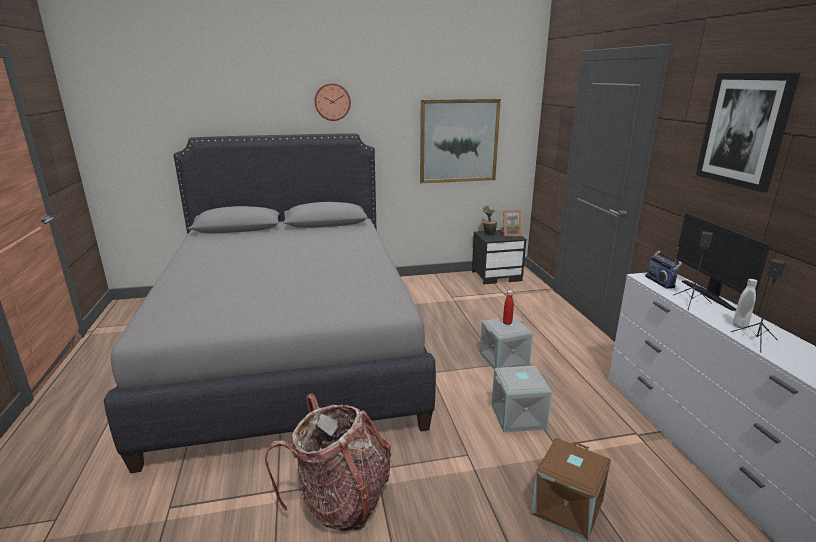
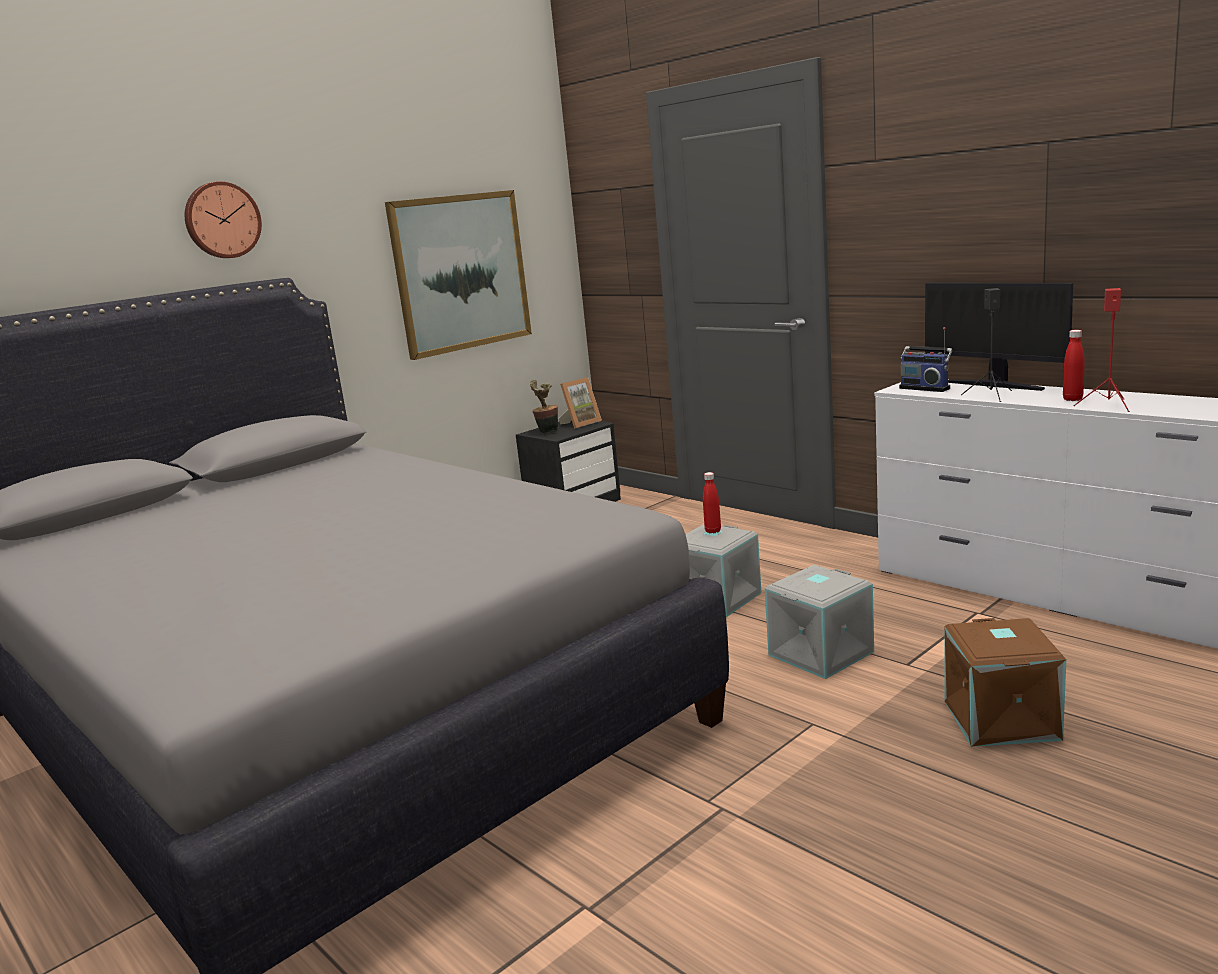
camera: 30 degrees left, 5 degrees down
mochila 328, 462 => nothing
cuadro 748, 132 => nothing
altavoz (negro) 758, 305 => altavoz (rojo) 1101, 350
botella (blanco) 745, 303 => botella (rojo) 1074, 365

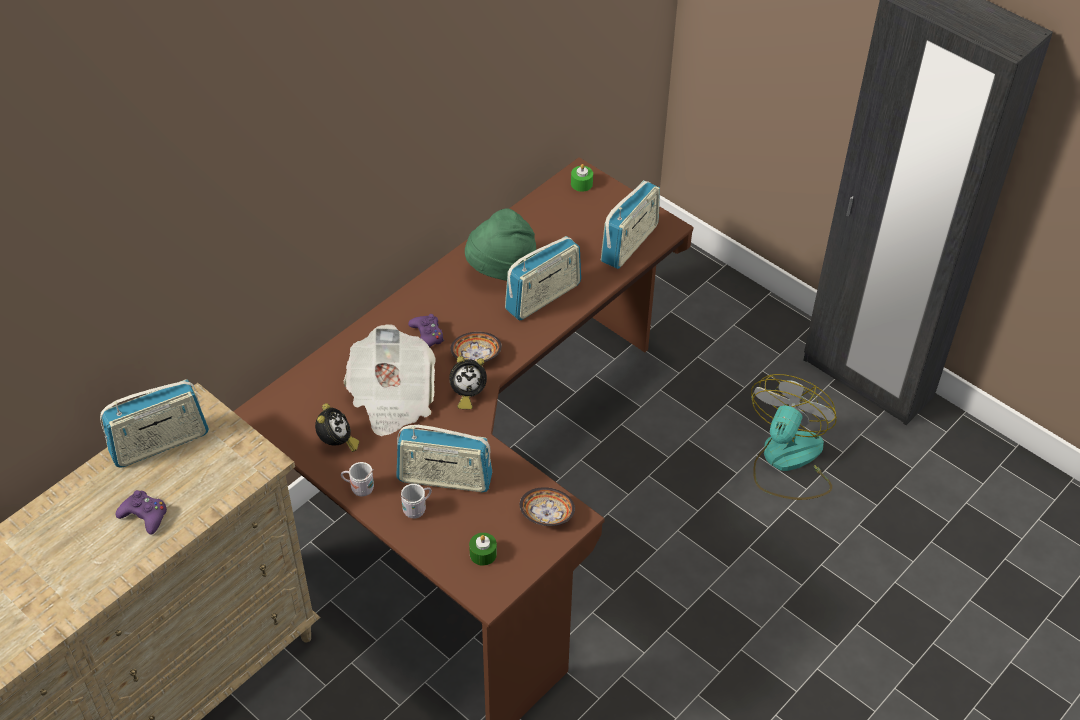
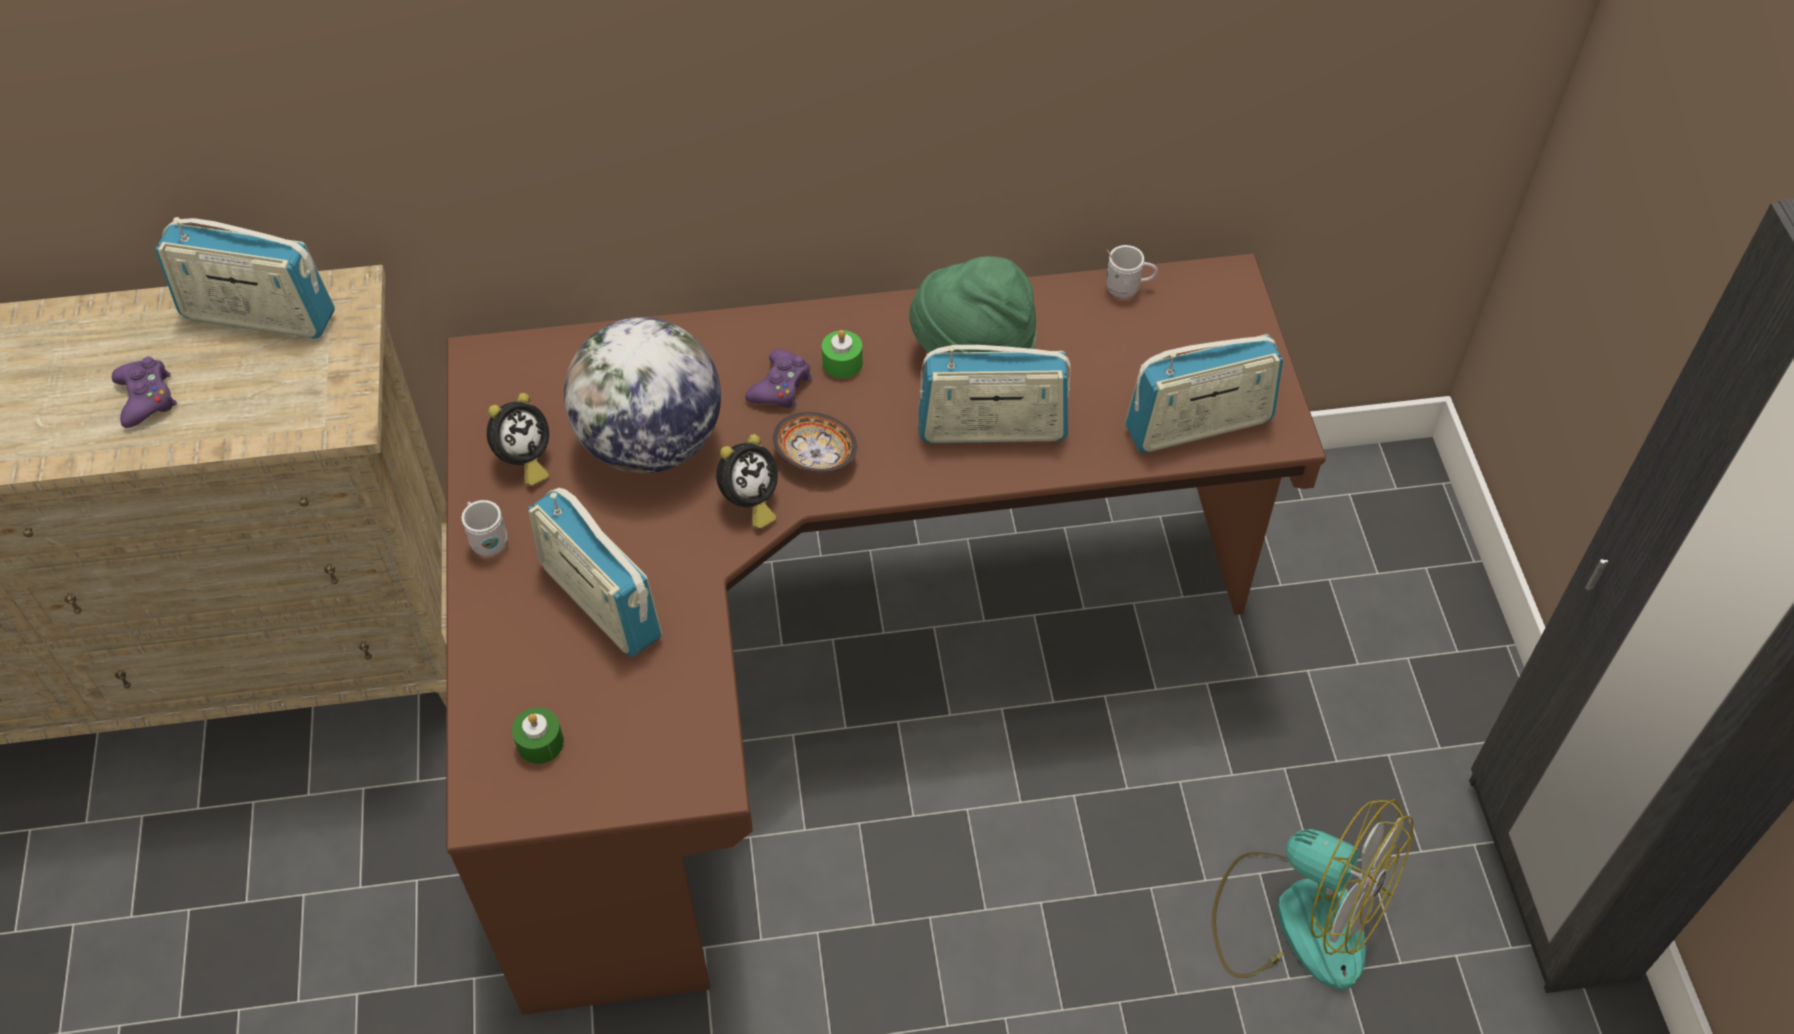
camera: 40 degrees right, 5 degrees up
periódico 389, 380 => globo terráqueo 642, 395
taza grande (blanco) 416, 501 => taza grande (blanco) 1132, 271, move
despertador 468, 382 => despertador 747, 481, 75 degrees counterclockwise
cuenco 547, 506 => nothing
vela (verde) 582, 178 => vela (verde) 842, 354, move
ventilador 794, 437 => ventilador 1313, 894, 60 degrees clockwise

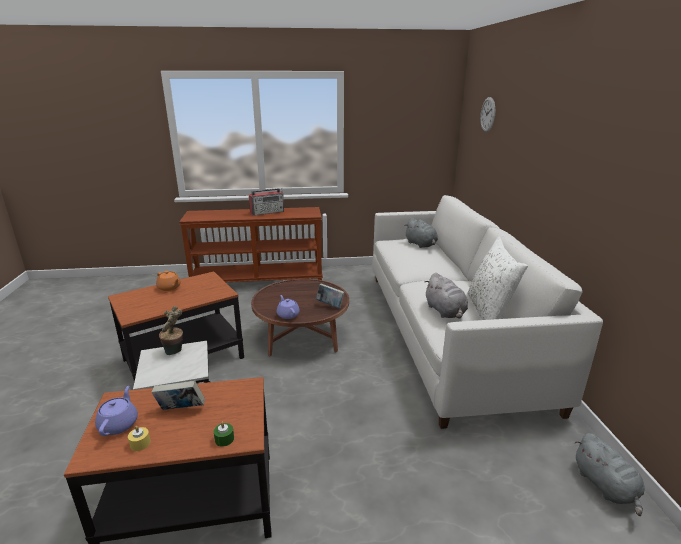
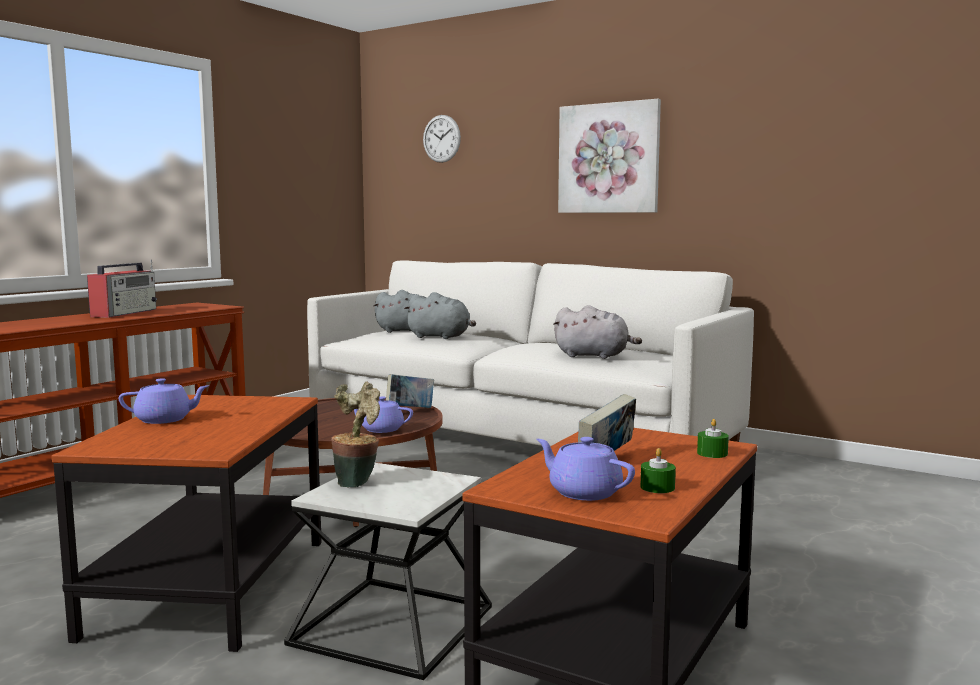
camera: 50 degrees left, 15 degrees down
vela (amarillo) 139, 438 => vela (verde) 658, 470
tetera (naranja) 168, 281 => tetera (morado) 164, 401
cojín (blanco) 497, 278 => nothing
peluche (gris) 610, 474 => peluche (gris) 440, 315, move
nothing => cuadro 609, 156

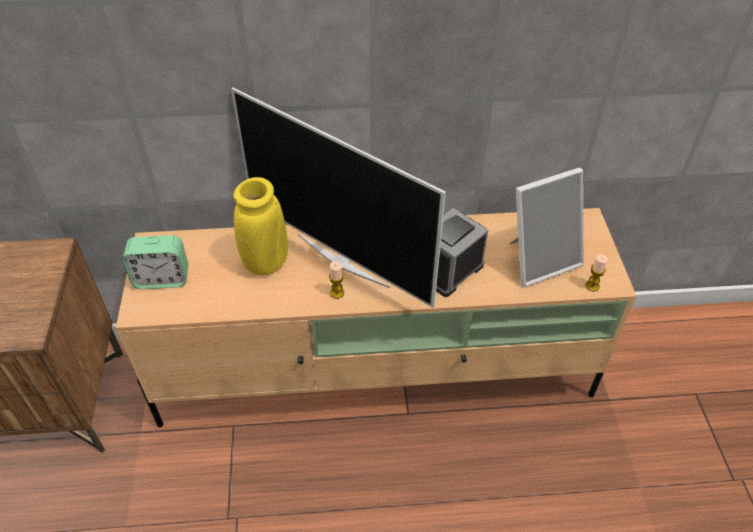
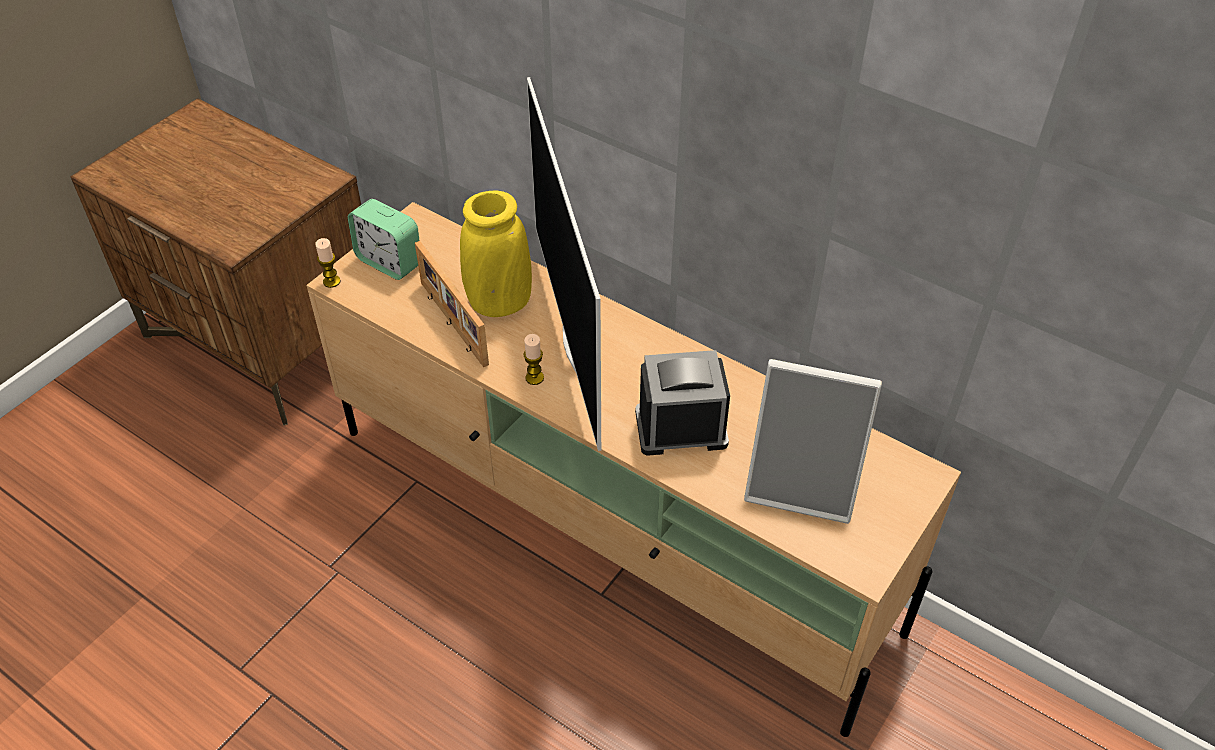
camera: 40 degrees right, 0 degrees up
vela 596, 272 => vela 328, 263, move
nothing => portarretratos 452, 304

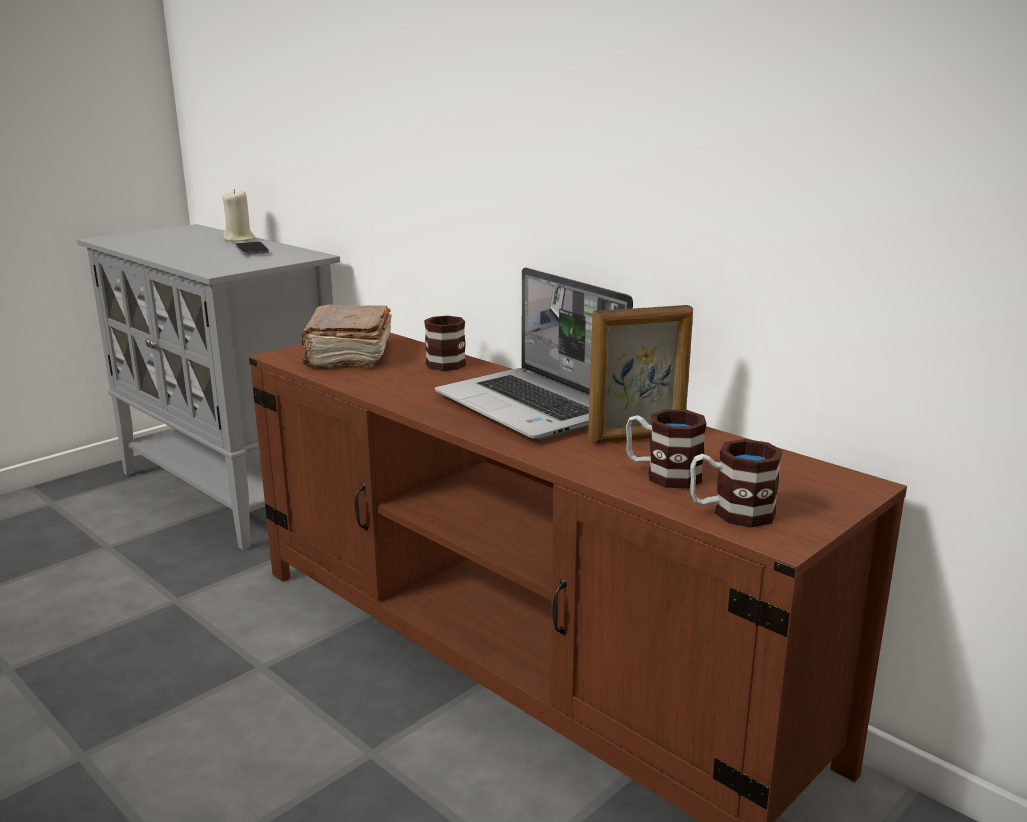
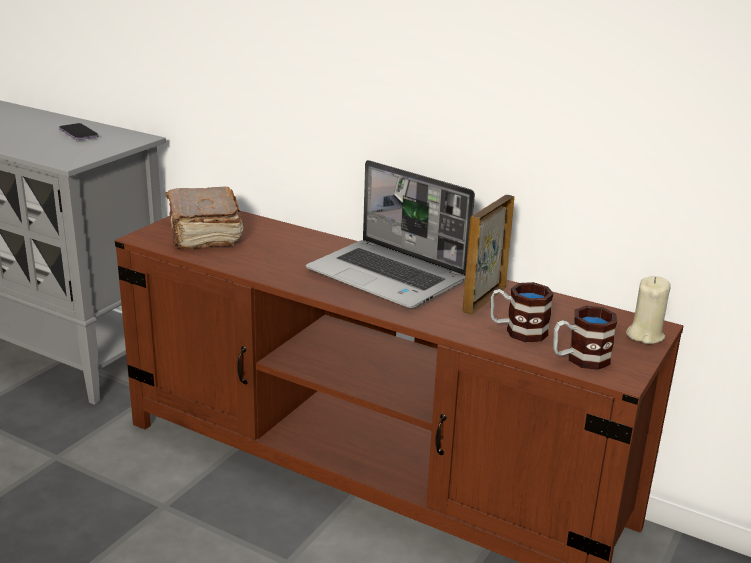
camera: 15 degrees left, 5 degrees up
vela (beis) 238, 215 => vela (beis) 648, 310, move
taza grande 445, 343 => nothing
portarretratos 640, 374 => portarretratos 488, 255, 150 degrees clockwise

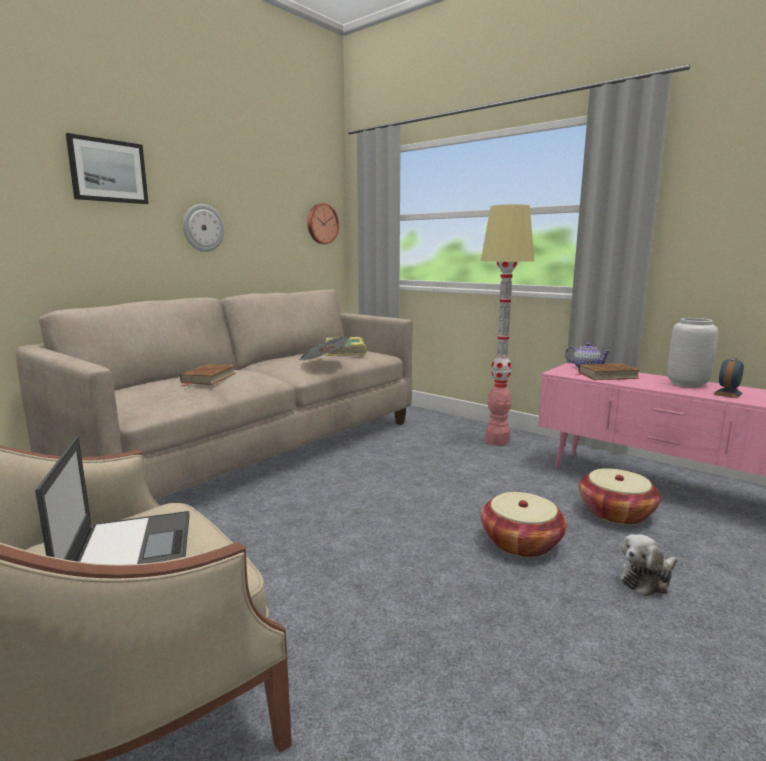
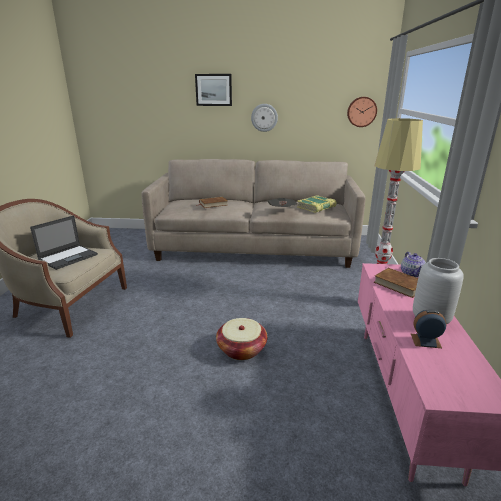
camera: 55 degrees right, 10 degrees up
cesta 619, 496 => nothing
peluche 648, 565 => nothing

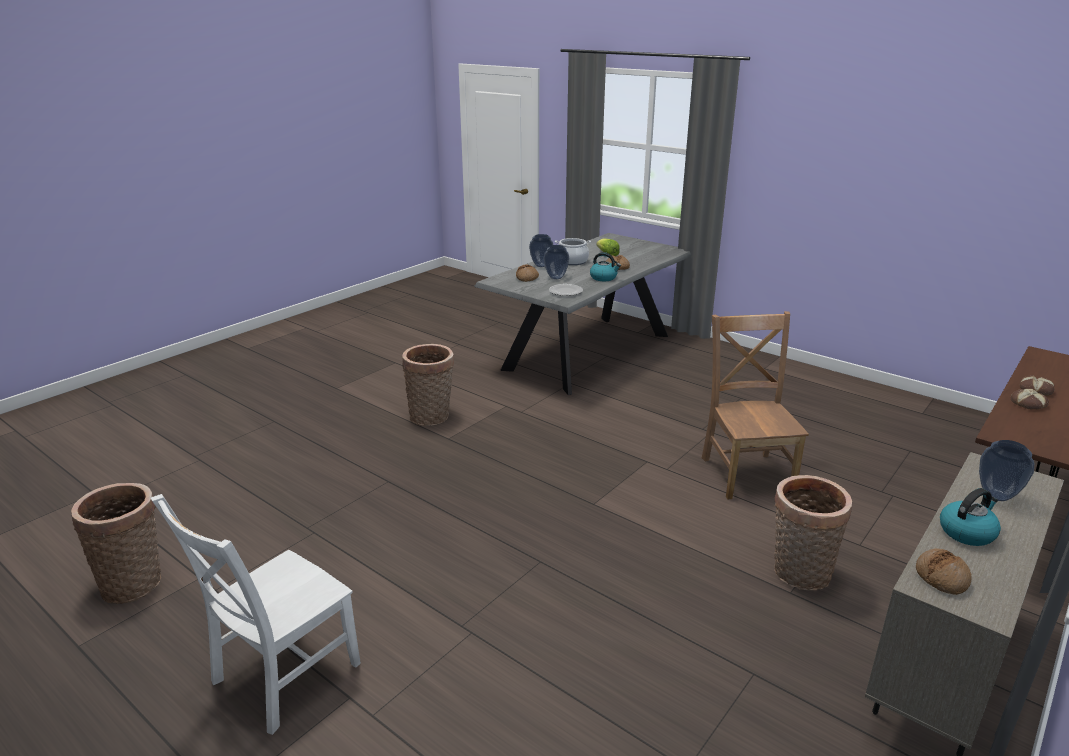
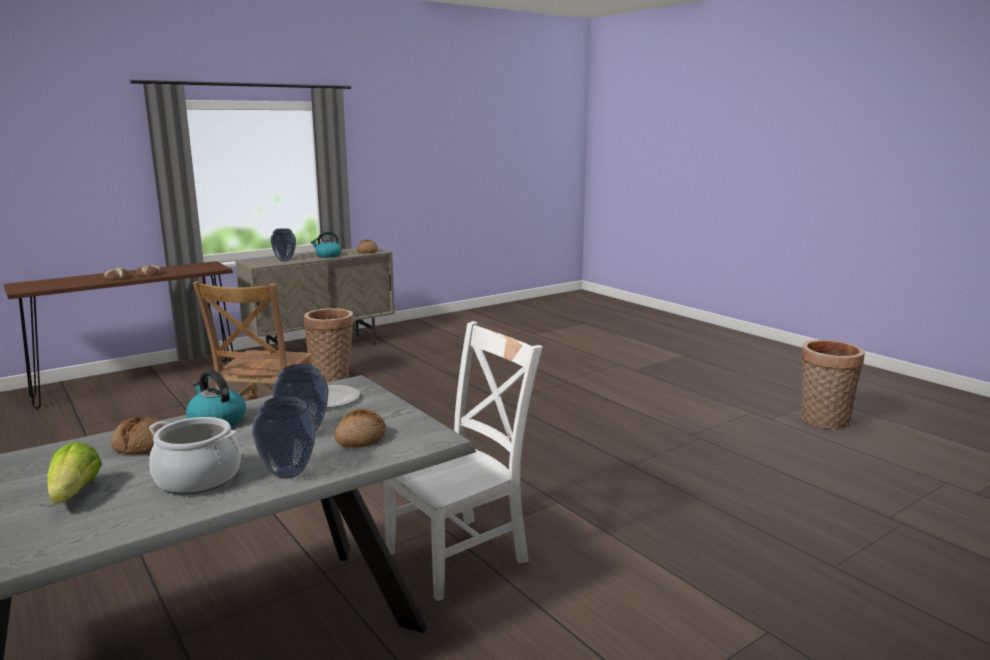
camera: 165 degrees left, 10 degrees down
silla (blanco) 256, 614 => silla (blanco) 463, 461, move
cesta 428, 385 => nothing

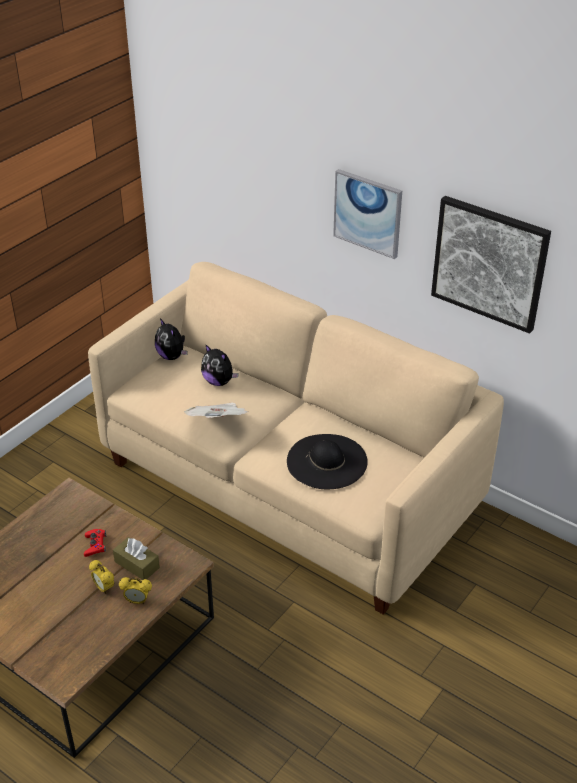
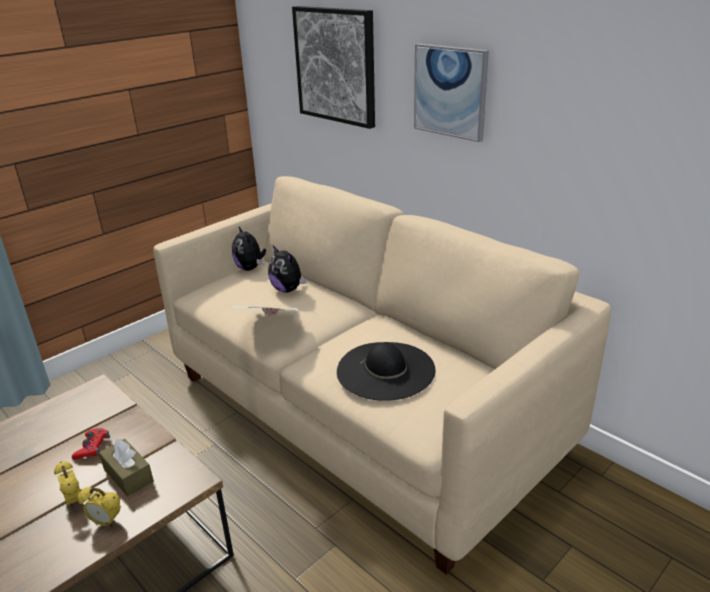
camera: 10 degrees right, 10 degrees down
cuadro 491, 265 => cuadro 333, 67, move

